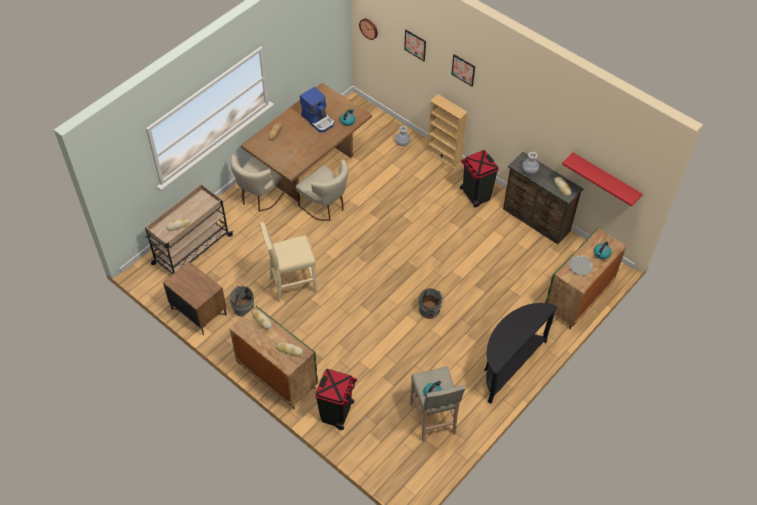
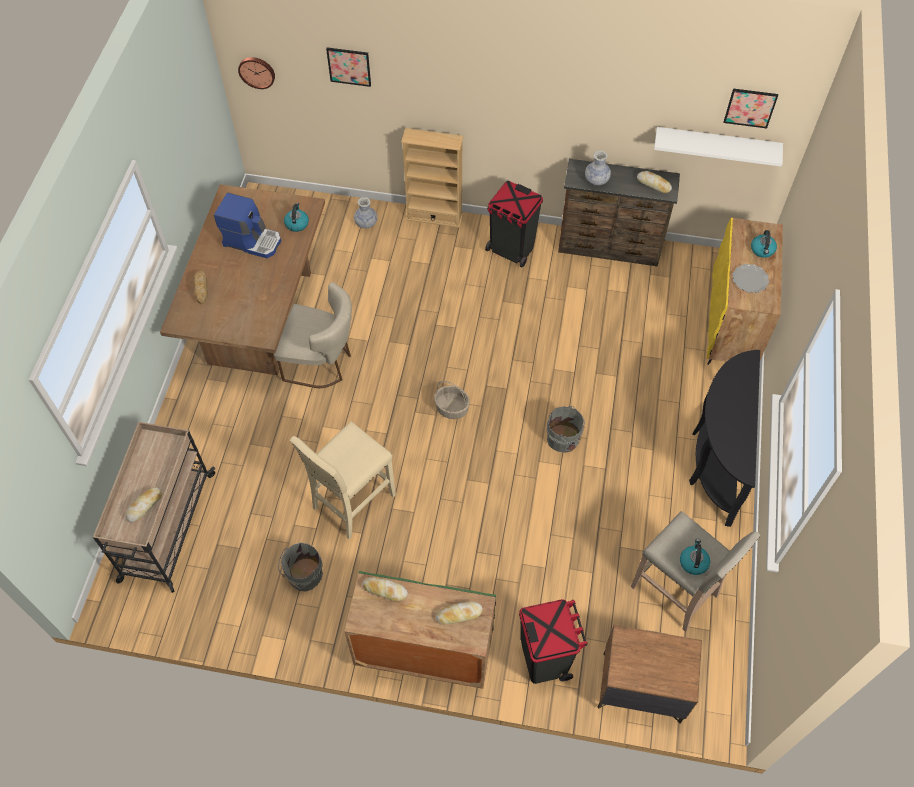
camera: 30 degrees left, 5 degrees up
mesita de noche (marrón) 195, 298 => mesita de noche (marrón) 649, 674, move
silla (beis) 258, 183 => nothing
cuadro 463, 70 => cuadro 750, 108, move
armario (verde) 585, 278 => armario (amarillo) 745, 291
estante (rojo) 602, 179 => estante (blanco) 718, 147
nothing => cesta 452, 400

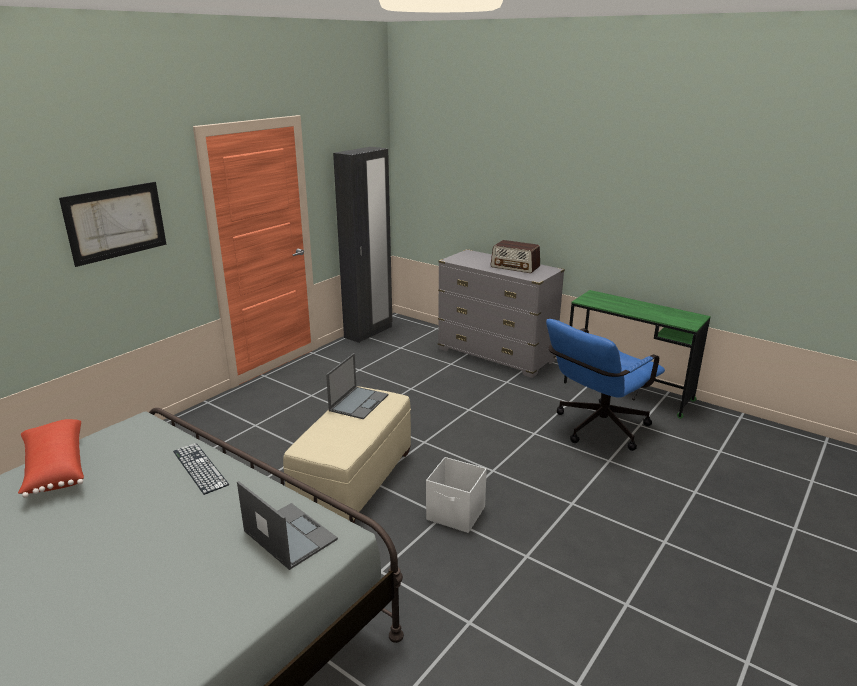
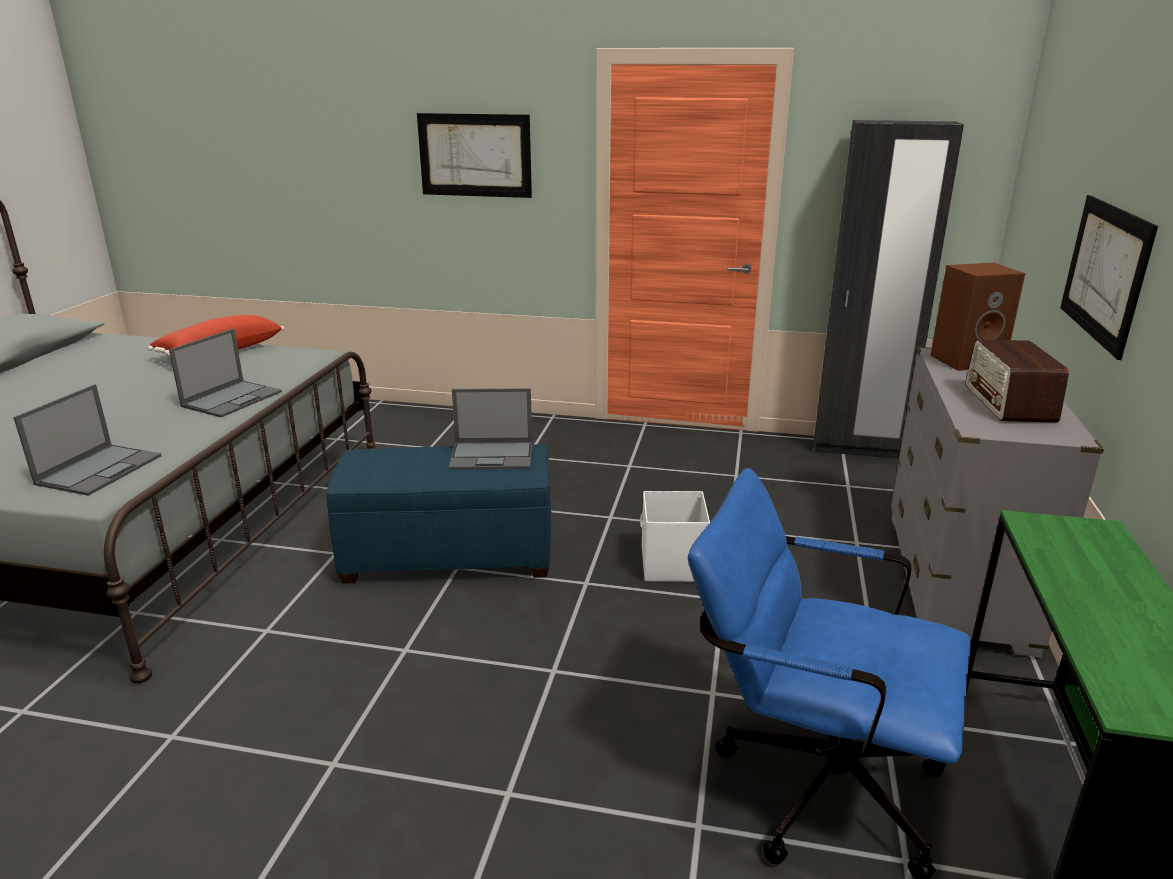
camera: 65 degrees right, 0 degrees up
teclado 201, 469 => portátil 225, 373
puf (beis) 347, 454 => puf (azul) 438, 514
caja de almacenaje (blanco) 456, 495 => caja de almacenaje (blanco) 675, 536, move
nothing => altavoz (marrón) 977, 317
nothing => cuadro 1109, 277

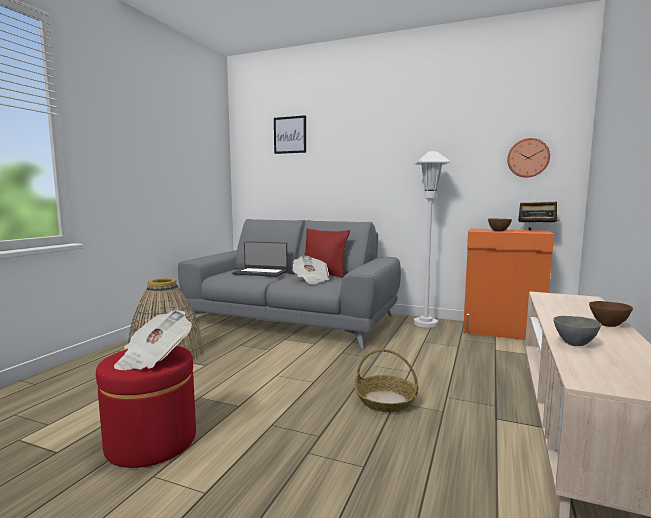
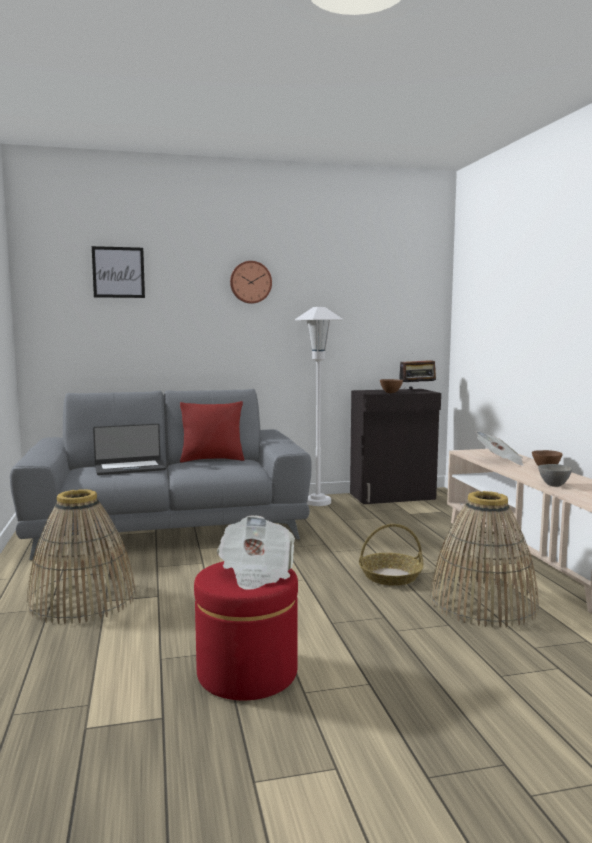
camera: 35 degrees left, 0 degrees up
periódico 310, 270 => periódico 499, 448, move
armario (naranja) 508, 284 => armario (negro) 395, 446
reloj de pared 528, 158 => reloj de pared 251, 282, move
nothing => cesta 484, 559

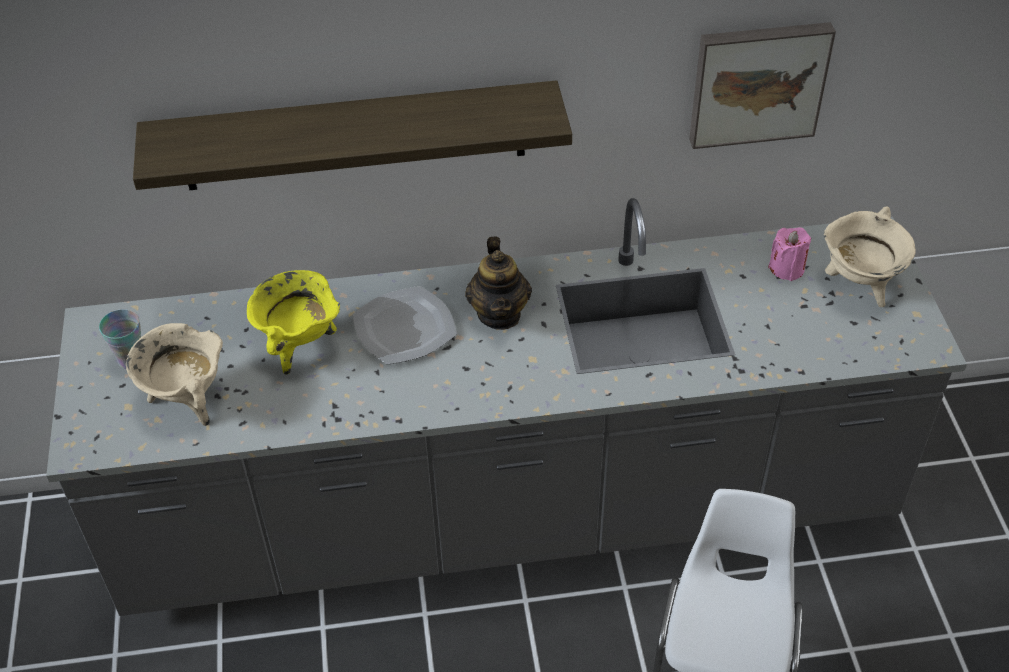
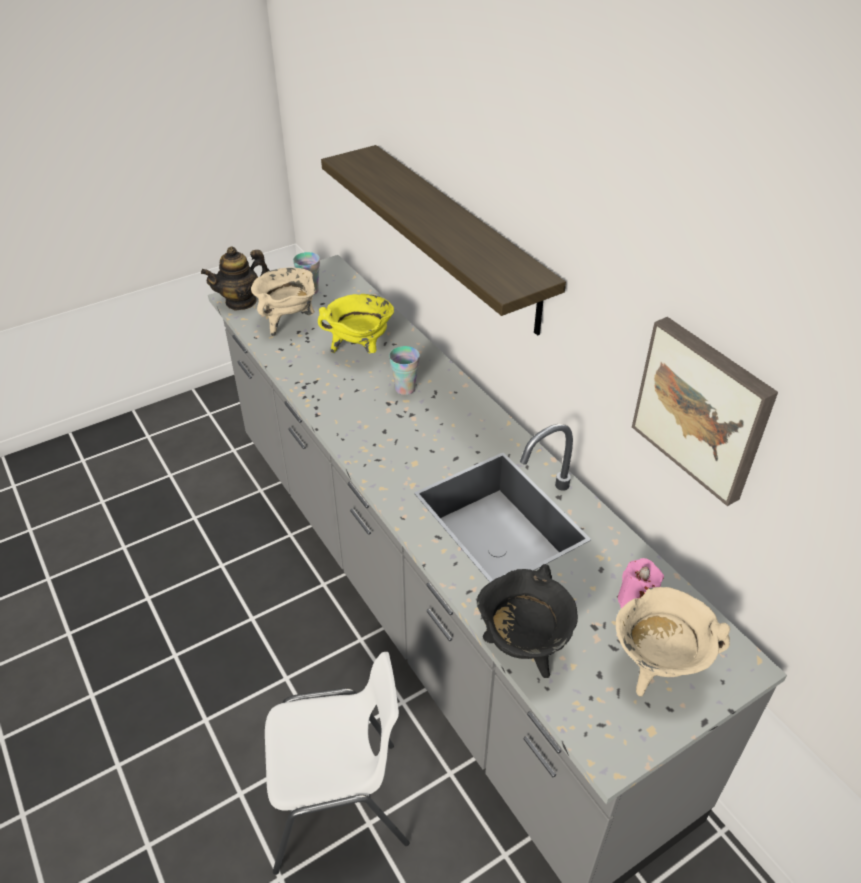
camera: 65 degrees right, 5 degrees down
plato 404, 325 => taza 404, 370
tetera 498, 283 => tetera 235, 278, move
nothing => olla (negro) 527, 621

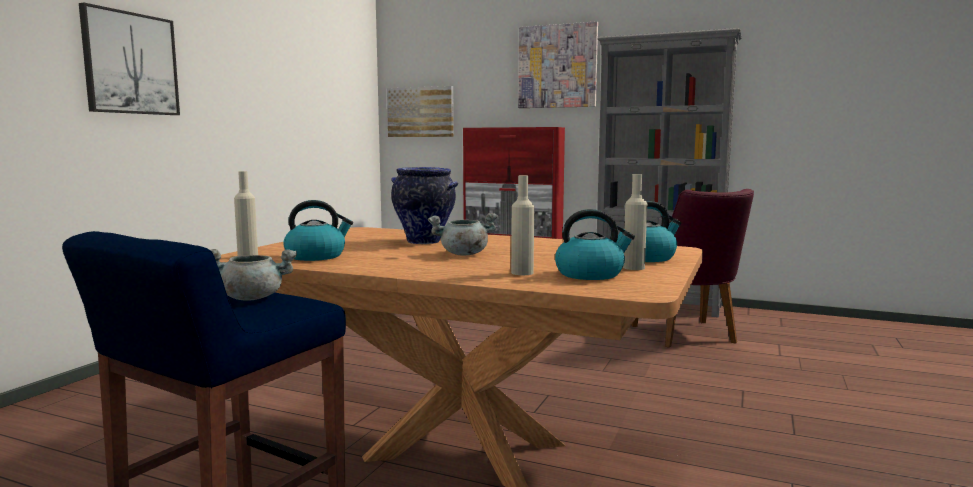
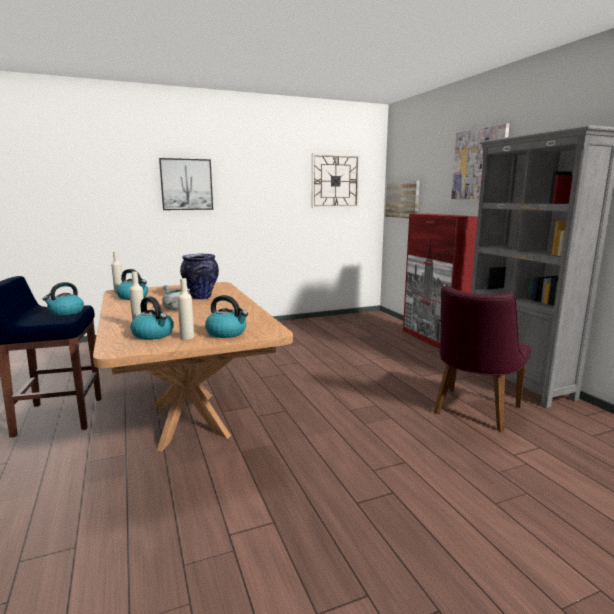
camera: 45 degrees right, 5 degrees up
olla (gris) 254, 275 => hervidor 63, 299
nothing => reloj de pared 336, 180

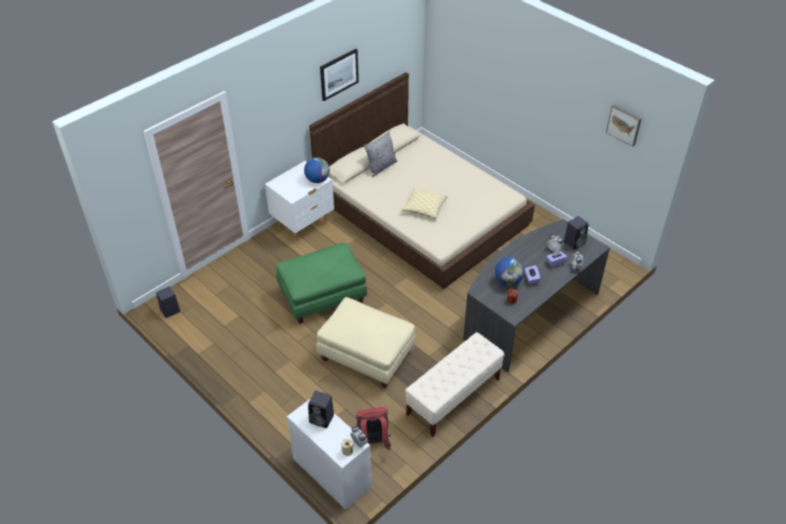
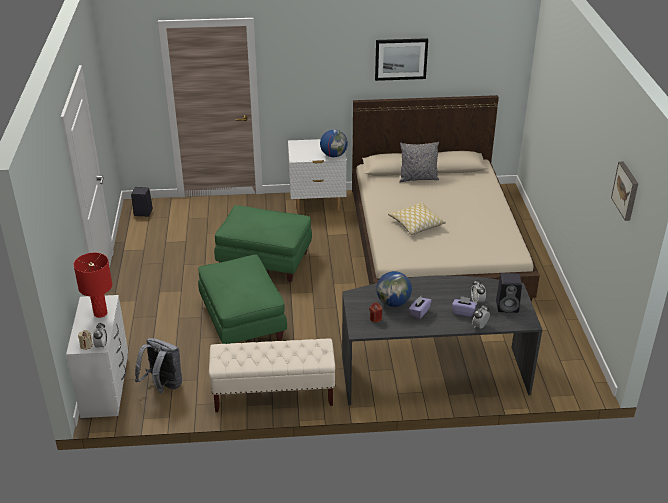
camera: 40 degrees right, 10 degrees down
altavoz (negro) 321, 409 => lámpara de mesa (rojo) 93, 285
puf (beis) 366, 342 => puf (verde) 242, 299
mochila (rojo) 373, 429 => mochila (gris) 158, 366

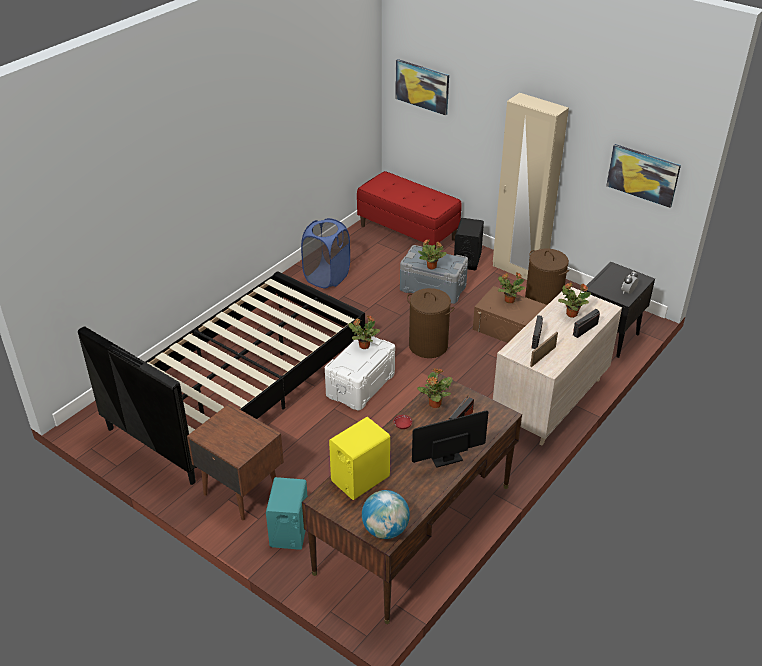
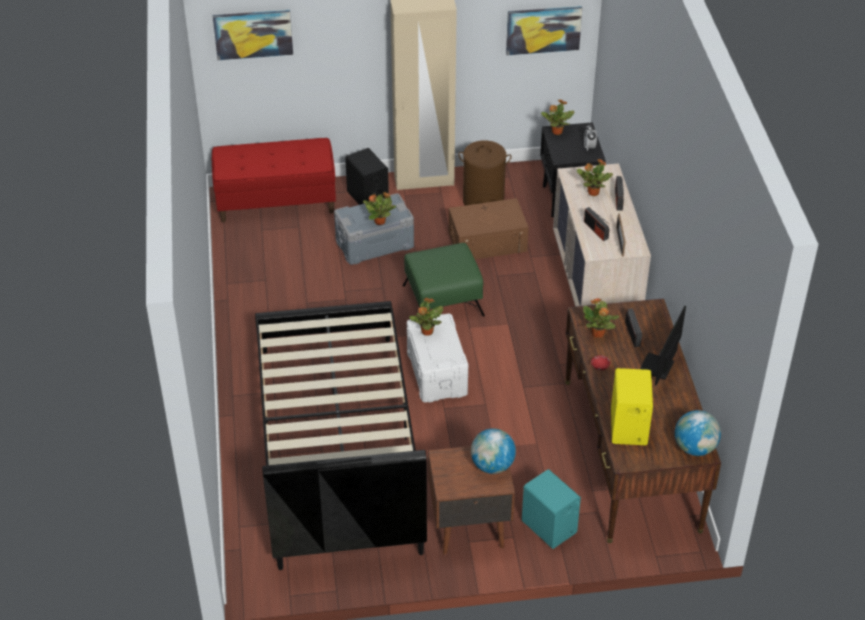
camera: 45 degrees left, 5 degrees up
cesto de la ropa (azul) 325, 253 => nothing
cesto de la ropa (marrón) 430, 323 => puf (verde) 444, 279
planta en maceta 511, 288 => planta en maceta 557, 117, move
nothing => globo terráqueo 493, 451

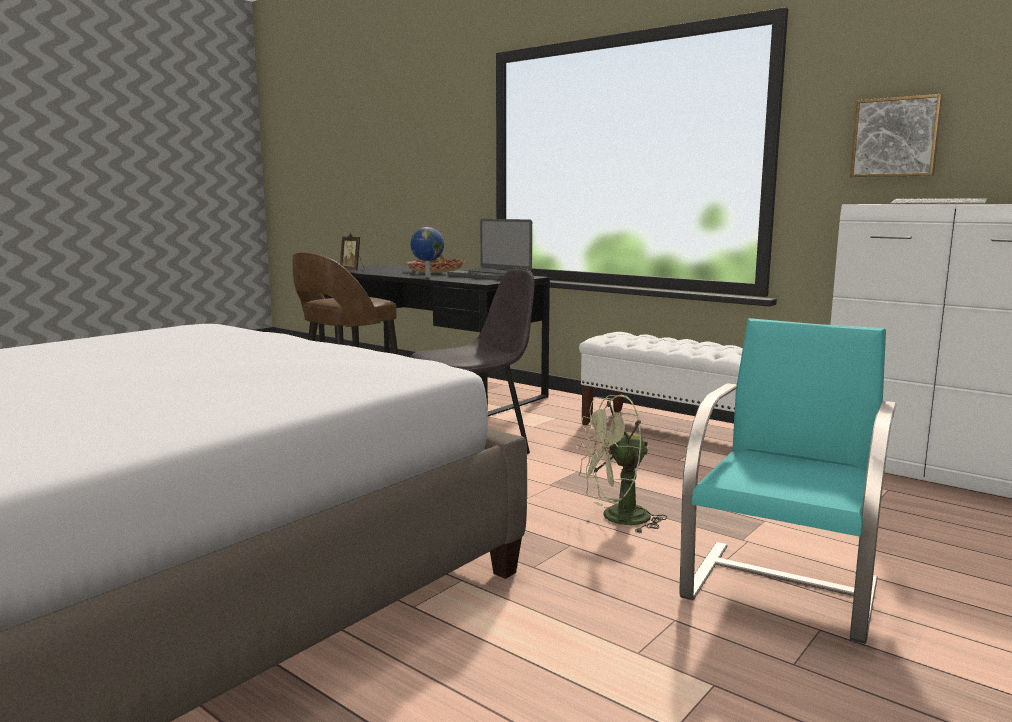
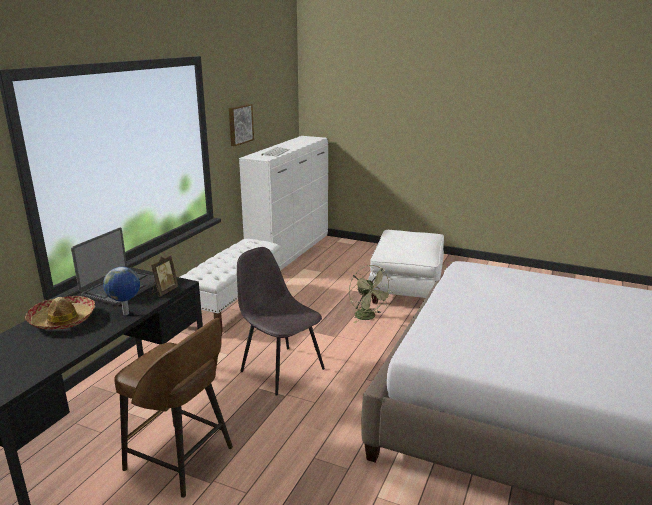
camera: 105 degrees left, 10 degrees up
portarretratos 352, 252 => portarretratos 164, 276, move
silla (turquesa) 788, 481 => puf (blanco) 406, 267

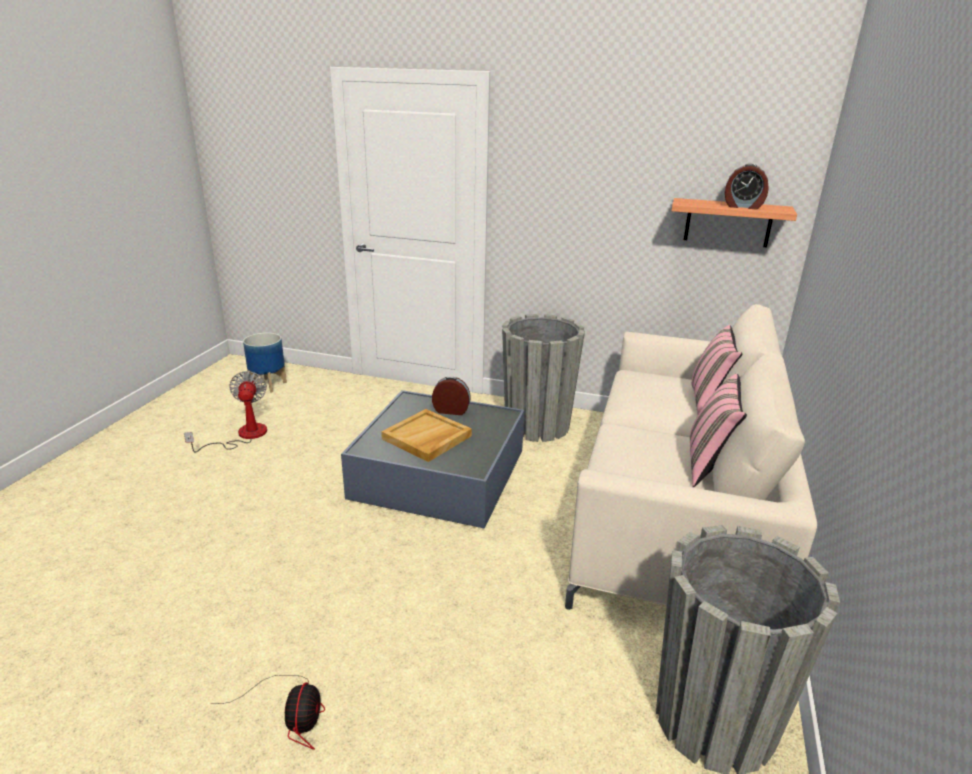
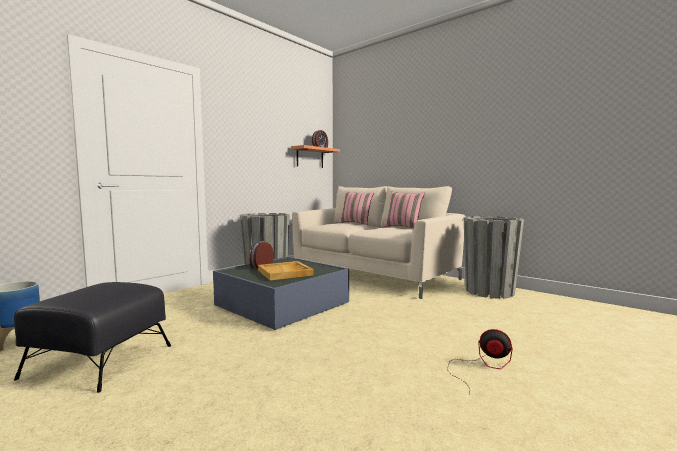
camera: 65 degrees left, 20 degrees down
ventilador 225, 412 => puf (negro) 92, 337

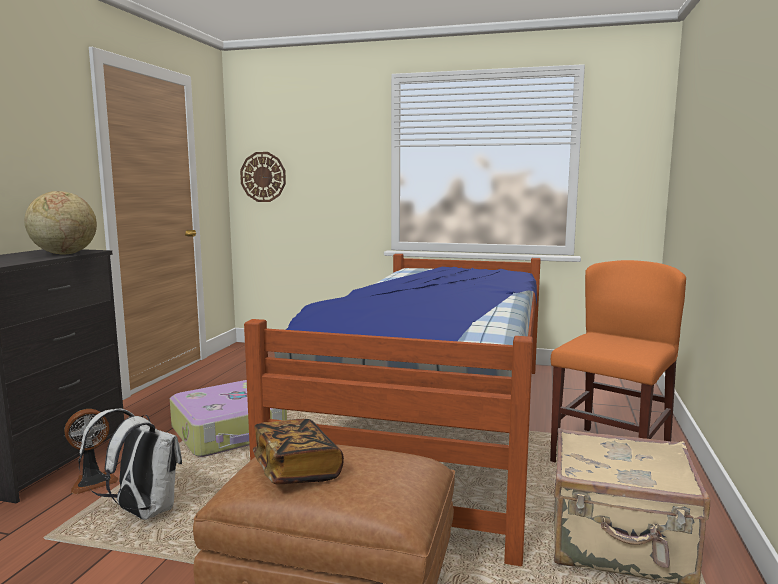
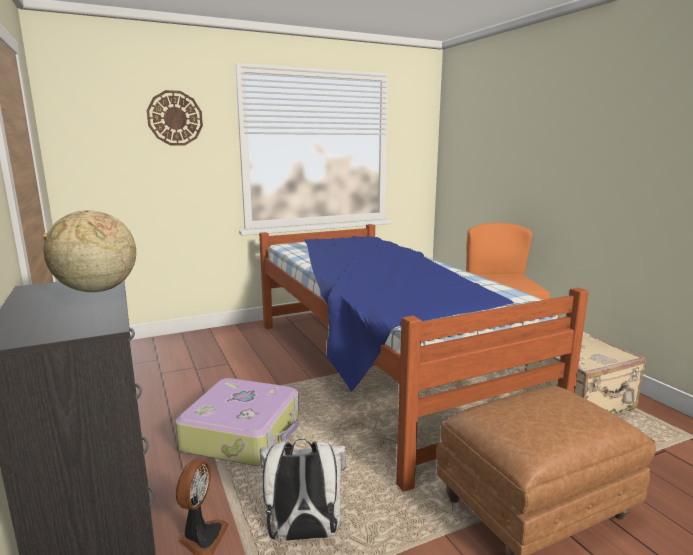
camera: 40 degrees left, 5 degrees up
reloj de pared 263, 177 => reloj de pared 175, 118, move
libro 298, 451 => nothing

